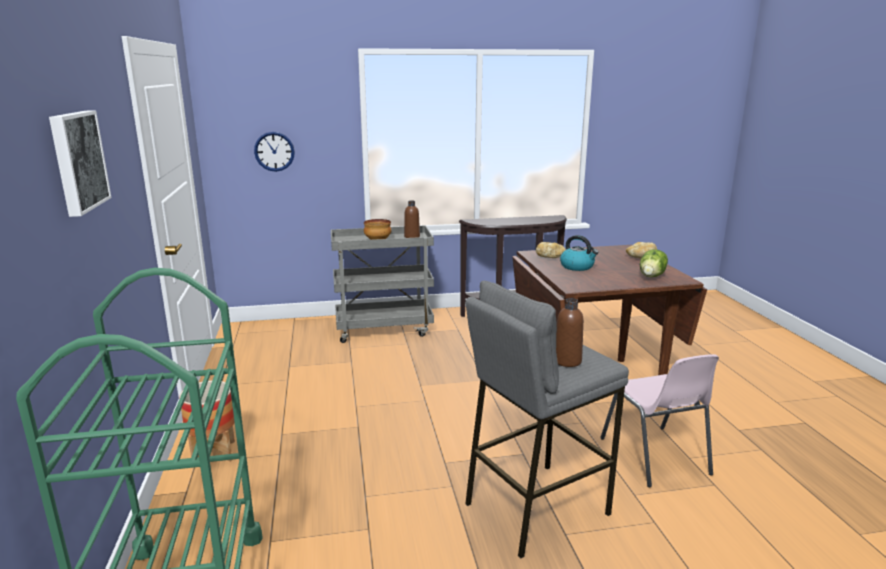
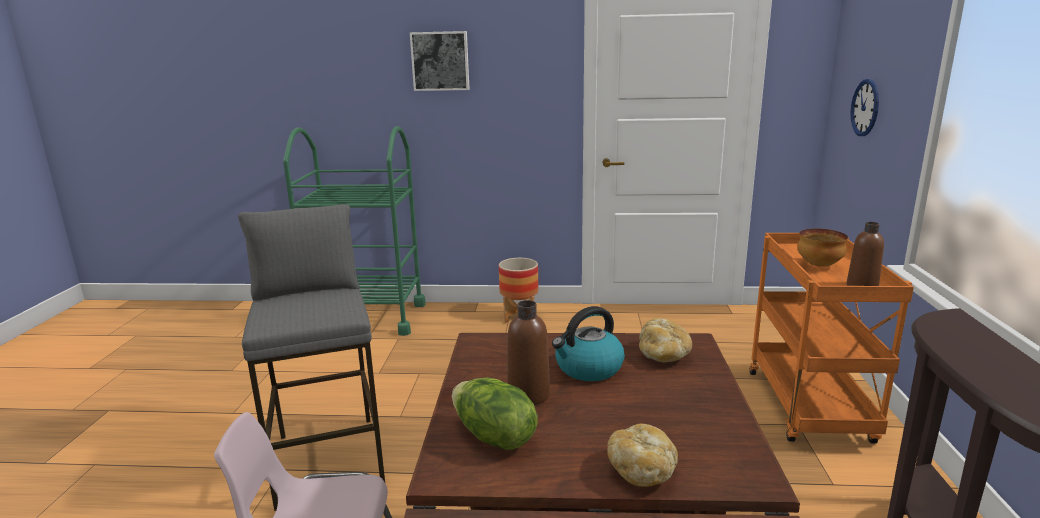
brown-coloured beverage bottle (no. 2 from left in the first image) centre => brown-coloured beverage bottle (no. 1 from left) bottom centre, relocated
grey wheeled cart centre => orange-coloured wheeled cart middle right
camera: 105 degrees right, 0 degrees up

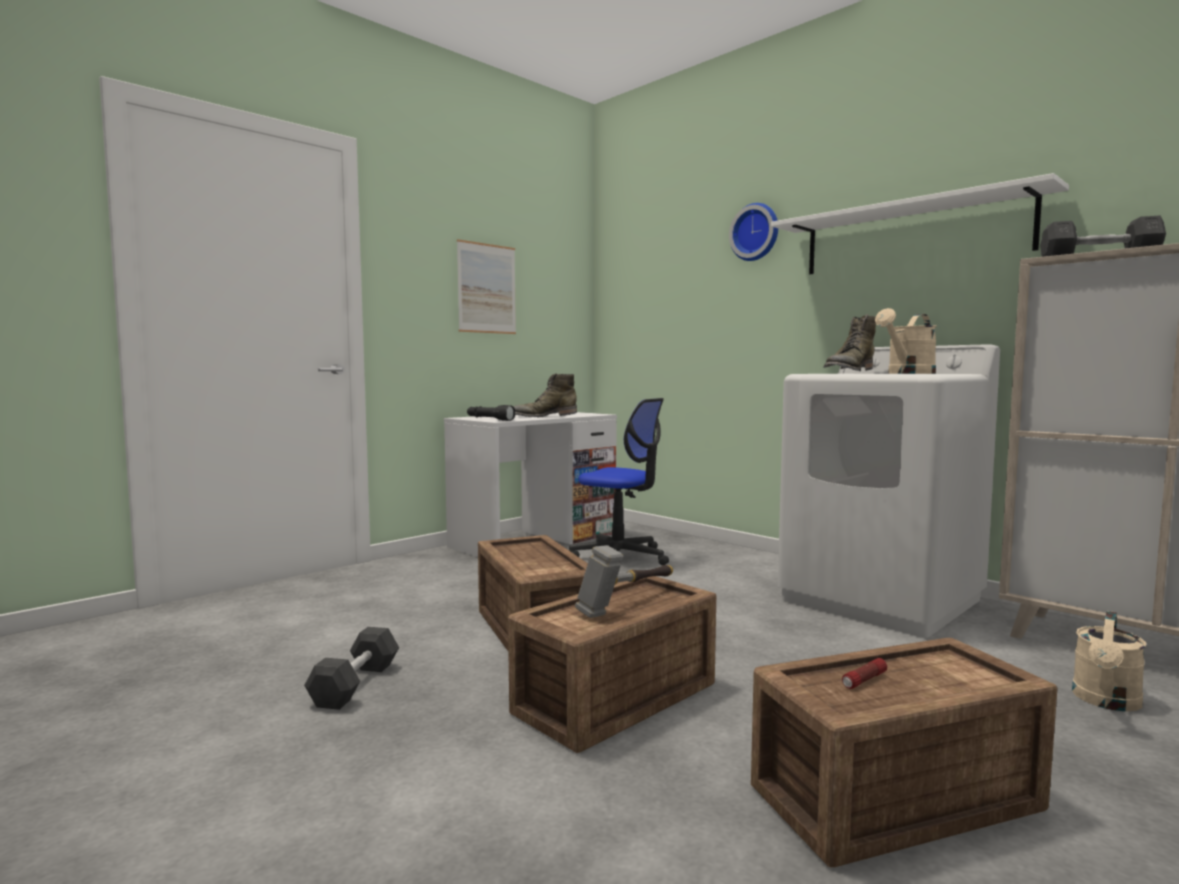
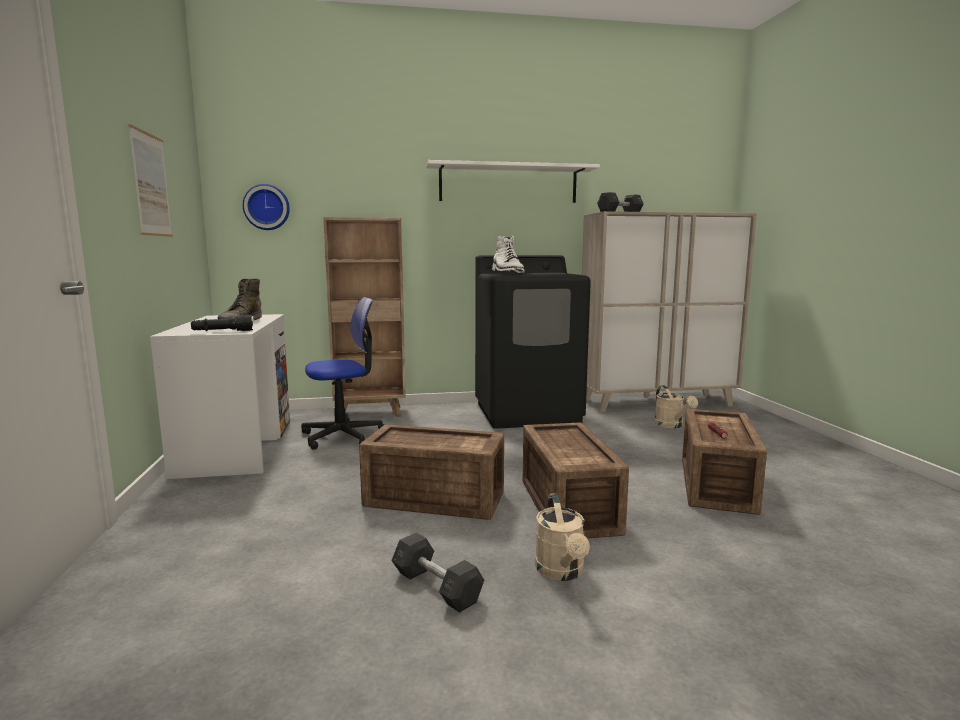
tool hammer centre => nothing
nothing => brown-coloured bookcase centre
clock on the wall top centre => clock on the wall top left, relocated
beige-coloured watering pot (no. 1 from left) middle right => beige-coloured watering pot (no. 1 from left) bottom centre, relocated
white washing machine middle right => black washing machine centre
green boot (no. 2 from left) middle right => white boot centre
camera: 55 degrees left, 5 degrees up

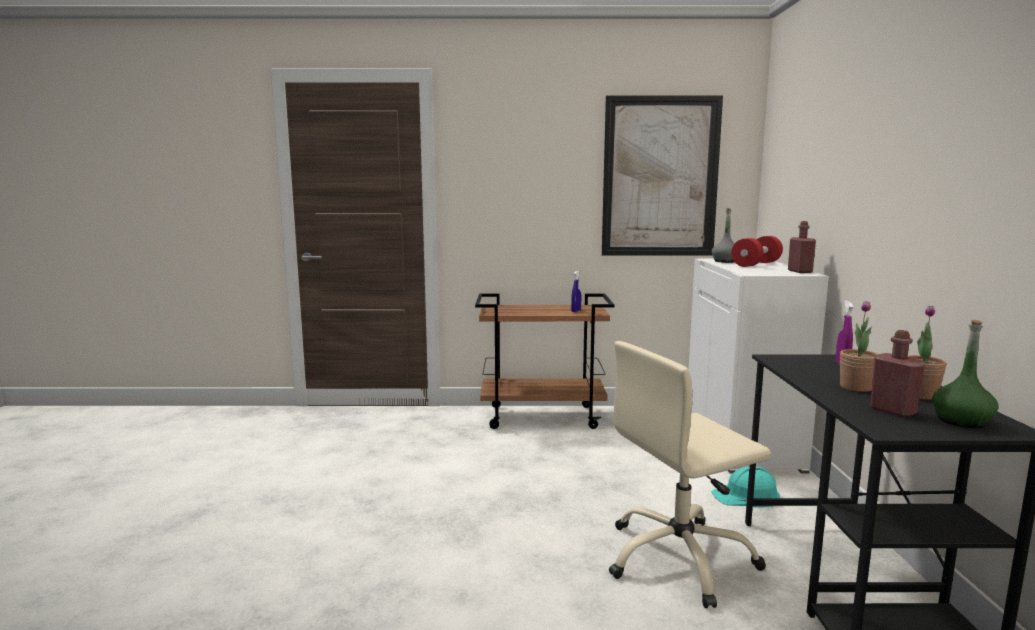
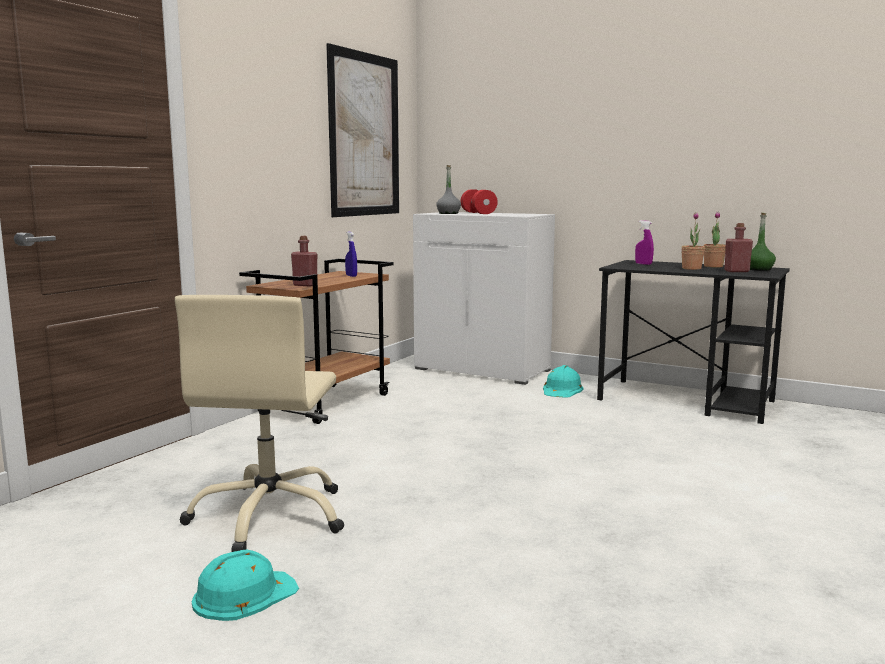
nothing => turquoise hard hat (no. 1 from left) bottom left
beige-coloured desk chair bottom right => beige-coloured desk chair middle left, relocated
reddish beverage bottle (no. 1 from left) middle right => reddish beverage bottle (no. 1 from left) centre, relocated
camera: 60 degrees left, 0 degrees up

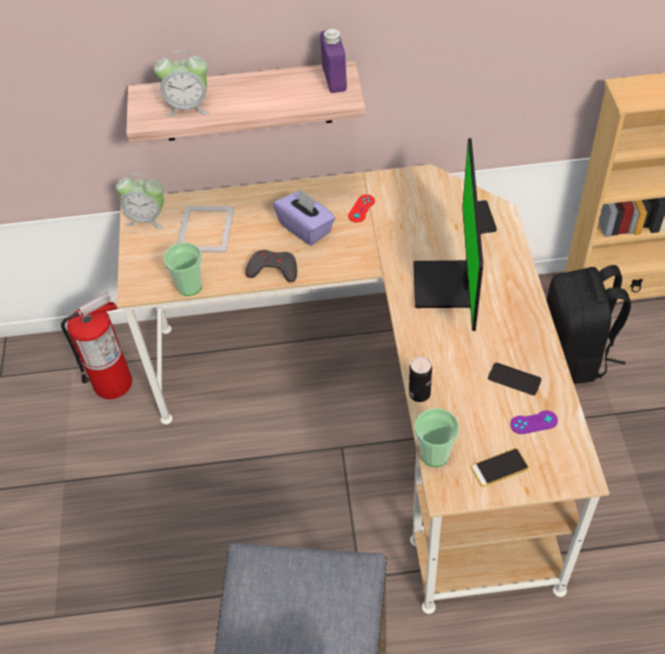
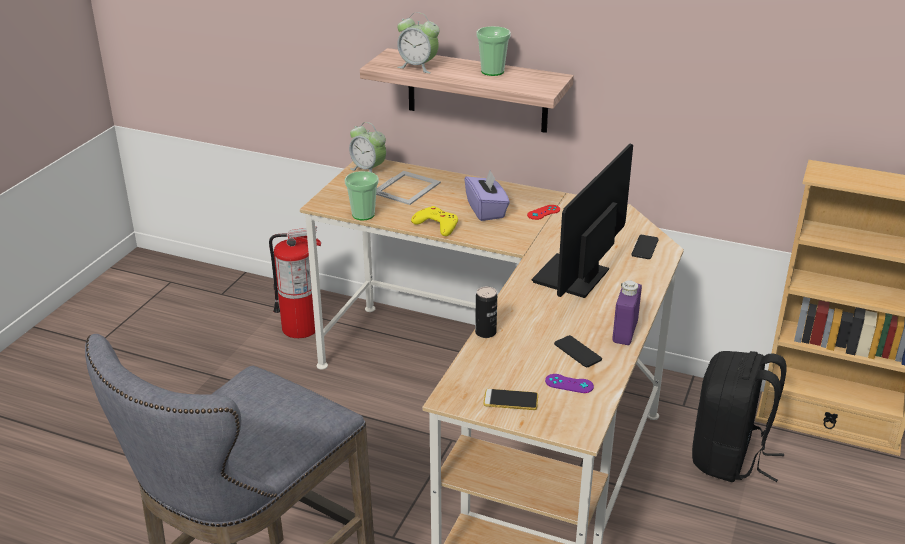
purple-coloured beverage bottle top centre => purple-coloured beverage bottle middle right, relocated
small cup (no. 2 from left) bottom centre => small cup (no. 2 from left) top centre, relocated
grey gamepad centre => yellow-coloured gamepad centre
camera: 25 degrees right, 20 degrees down

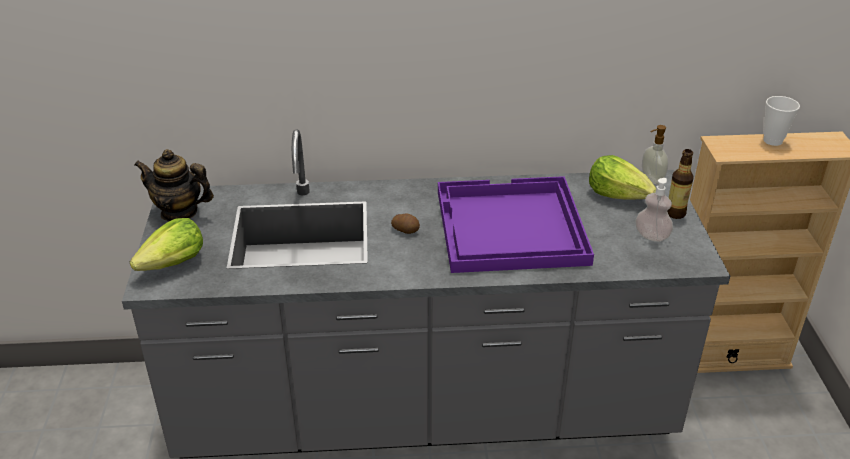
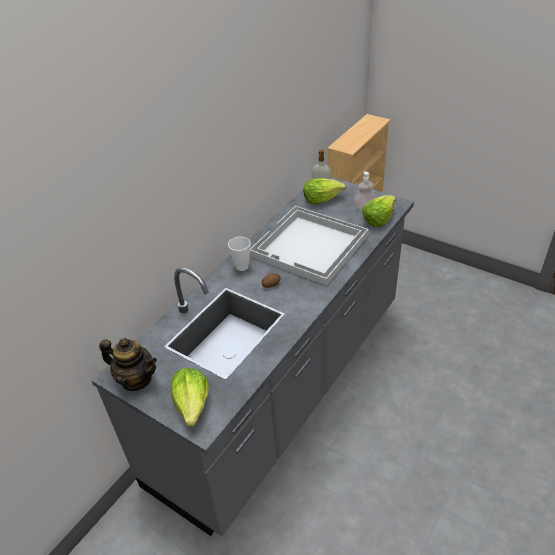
beverage bottle middle right => nothing
nothing => lettuce (no. 3 from left) middle right
small cup top right => small cup centre, relocated
purple-coloured serving tray centre => white serving tray centre
pot for tea middle left, 120 degrees counterclockwise
camera: 50 degrees left, 5 degrees up

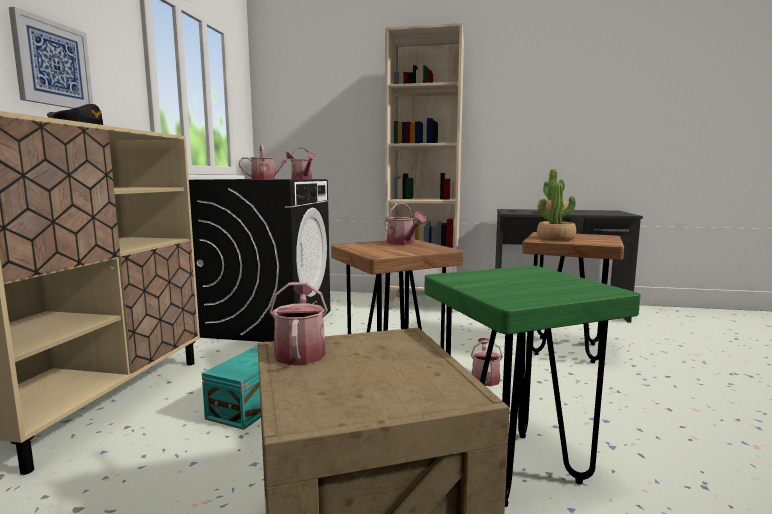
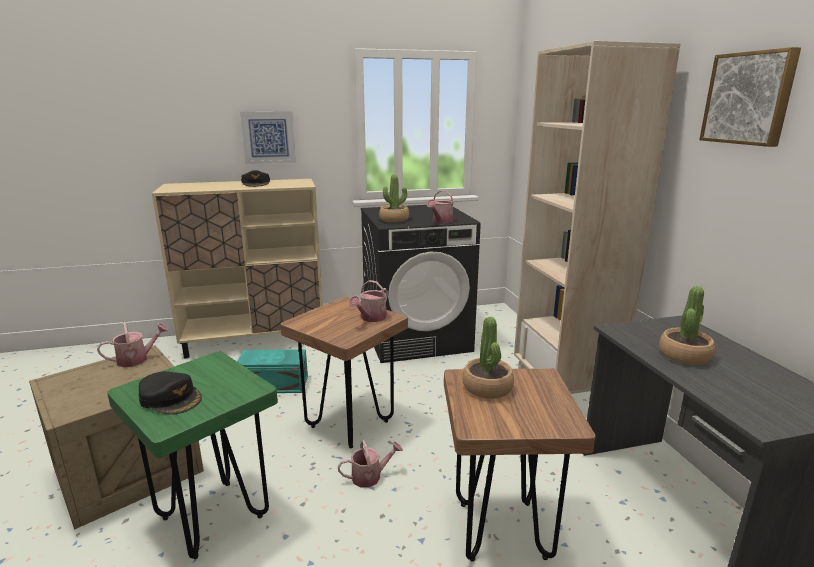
nothing => black baseball cap (no. 1 from left) bottom left
nothing => wall art (no. 2 from left) top right
watering pot (no. 1 from left) top centre => potted plant (no. 1 from left) centre
camera: 65 degrees right, 10 degrees up

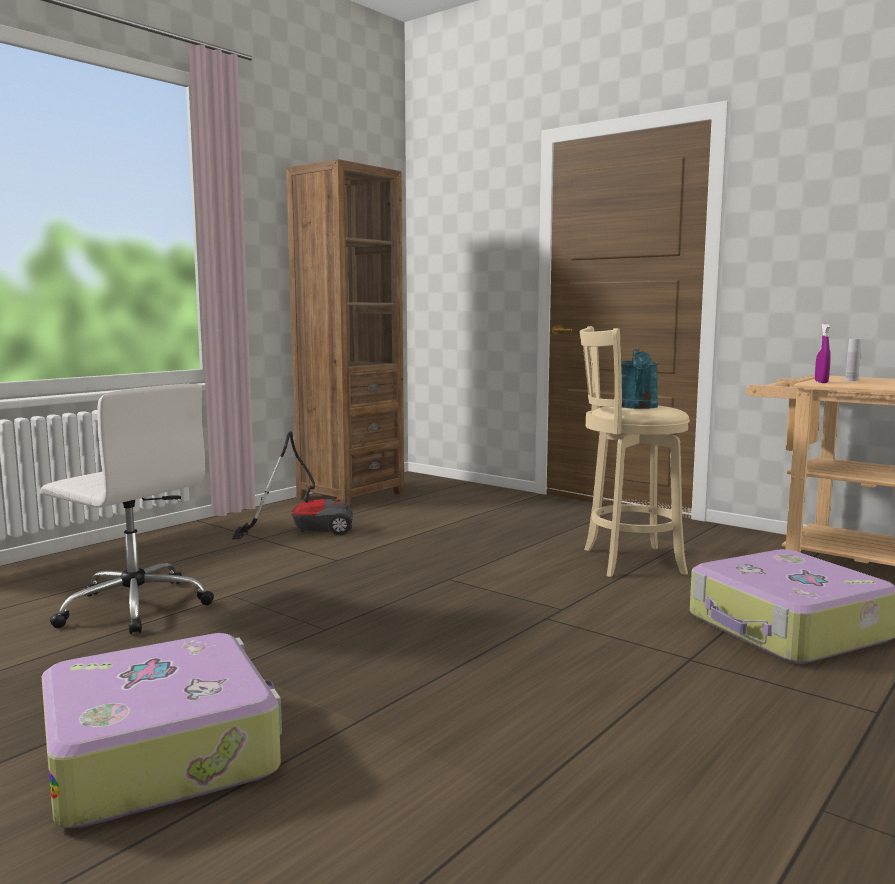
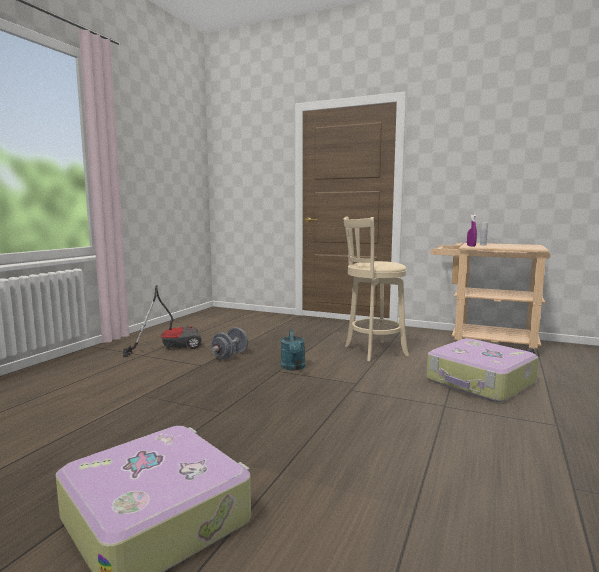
white desk chair middle left => nothing
brown-coloured bookcase centre => nothing
nothing => grey hand weight centre
turquoise watering pot middle right => turquoise watering pot centre, relocated
camera: 15 degrees left, 0 degrees up

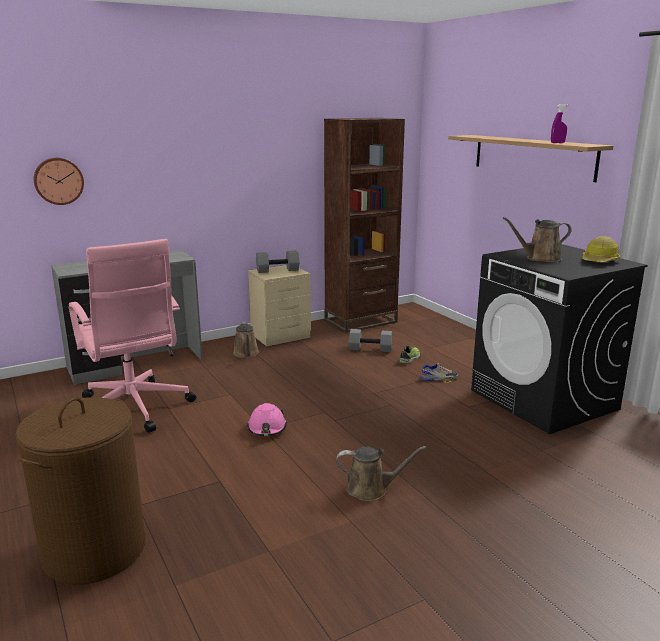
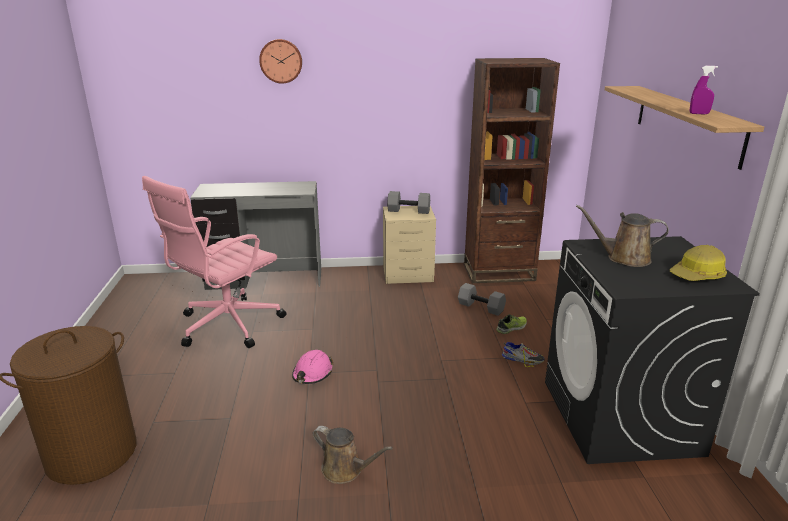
brown-coloured watering pot (no. 1 from left) centre => nothing
clock on the wall top left => clock on the wall top centre, relocated
pinkish desk chair middle left, 45 degrees clockwise
camera: 25 degrees right, 5 degrees up

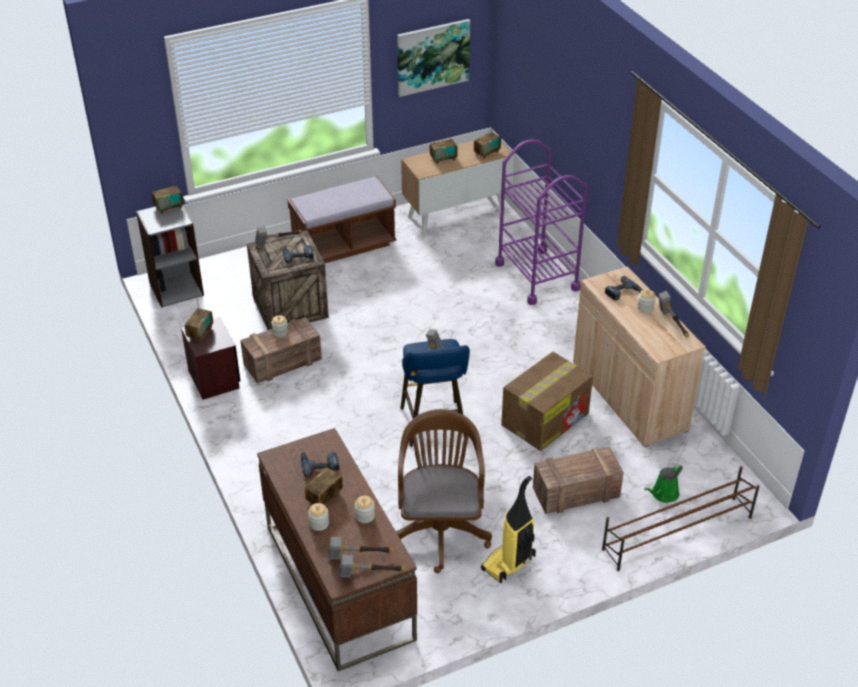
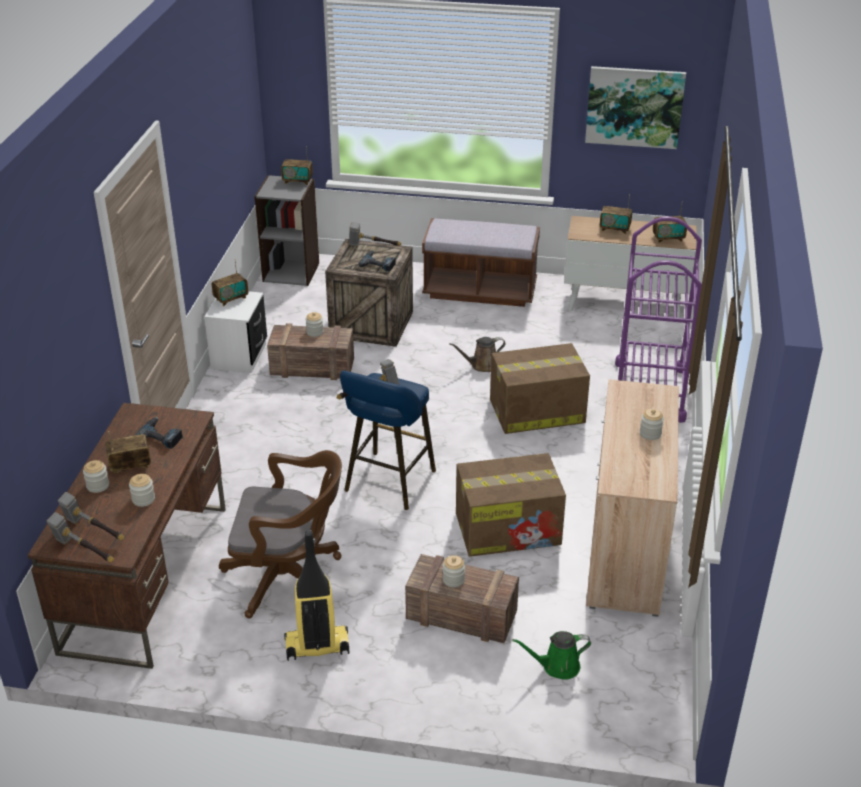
brown-coloured shoe stand bottom right => nothing
electric drill (no. 3 from left) middle right => nothing
tool hammer (no. 5 from left) middle right => nothing
nothing => preserve jar (no. 4 from left) bottom centre
nothing => brown-coloured watering pot centre
nothing => cardboard box (no. 2 from left) centre
brown-coloured night table middle left => white night table middle left
brown-coloured desk chair bottom centre => brown-coloured desk chair bottom left, 60 degrees clockwise
camera: 35 degrees right, 5 degrees down

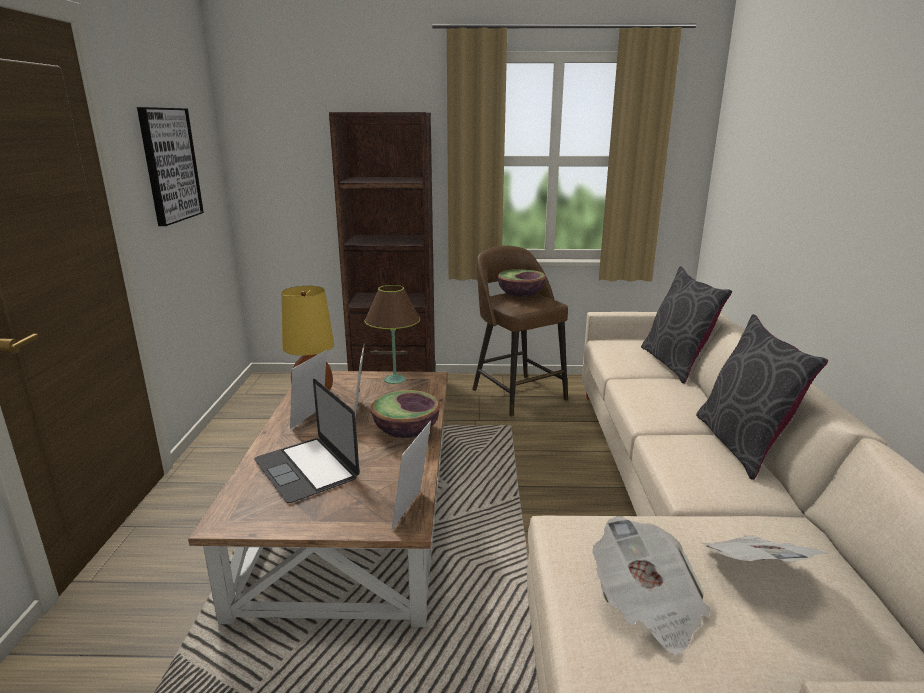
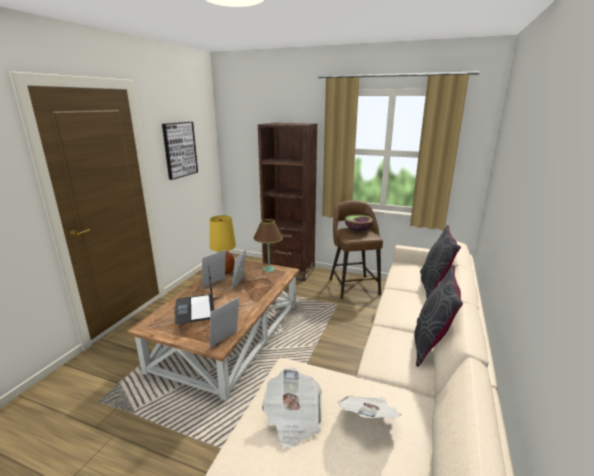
bowl (no. 1 from left) centre => nothing
camera: 20 degrees right, 0 degrees up

